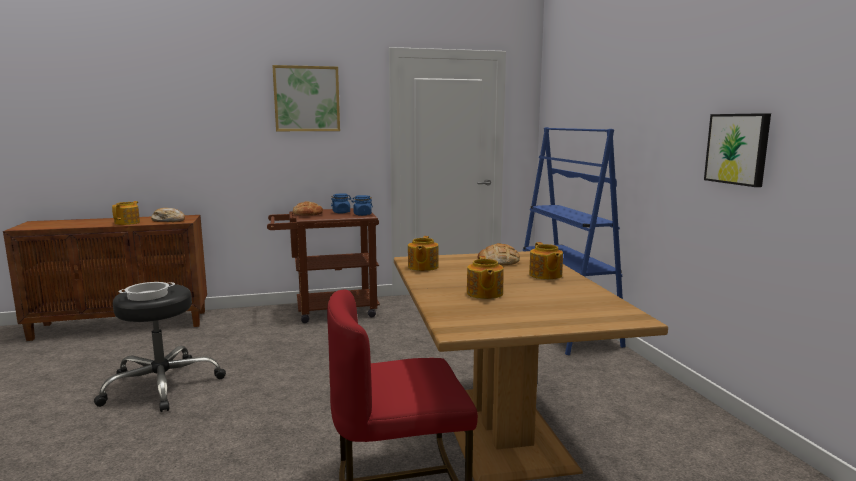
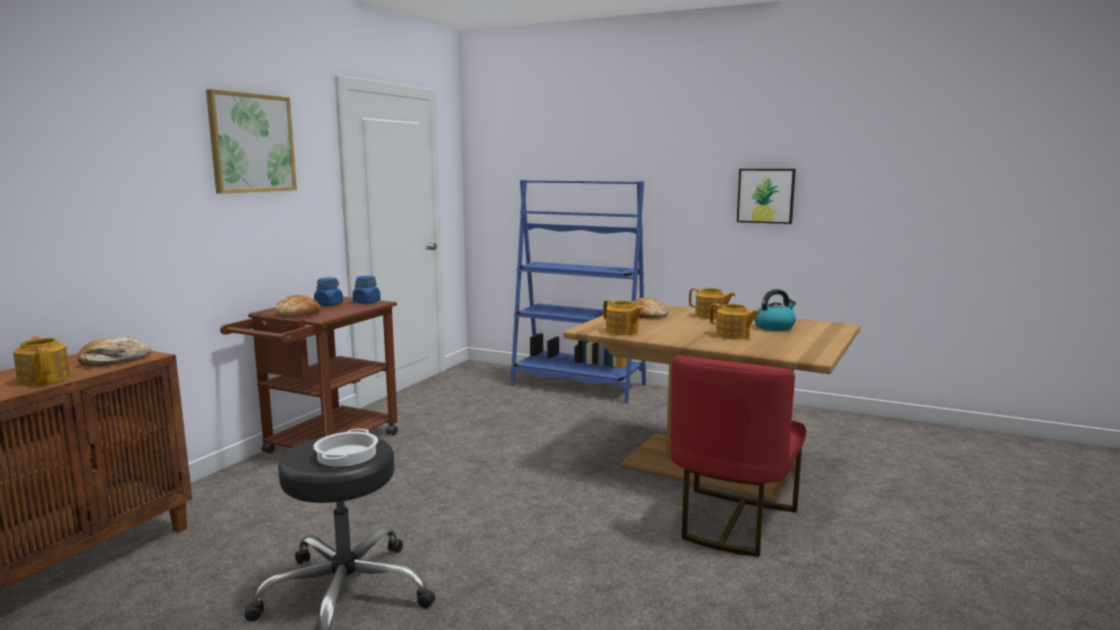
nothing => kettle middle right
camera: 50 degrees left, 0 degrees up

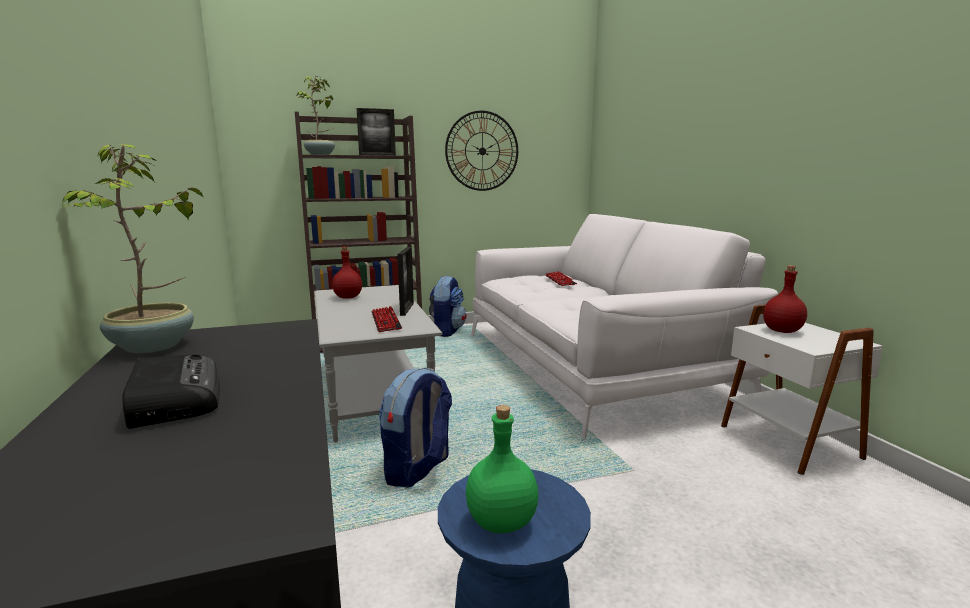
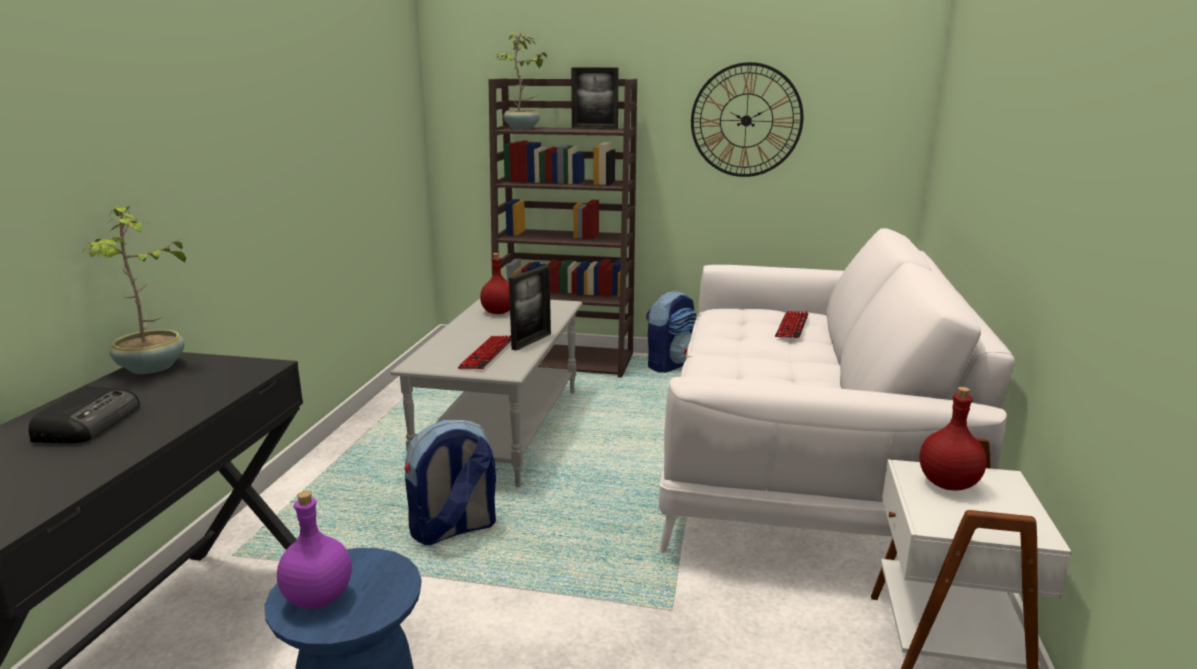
green beverage bottle bottom centre => purple-coloured beverage bottle bottom left
camera: 30 degrees right, 5 degrees up

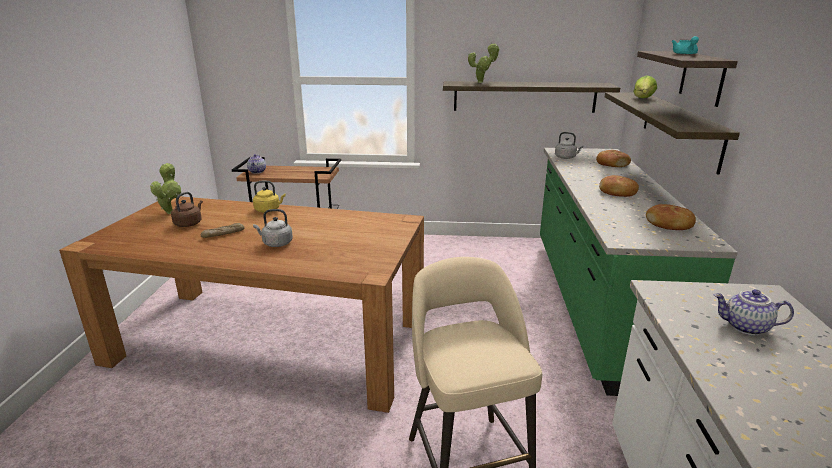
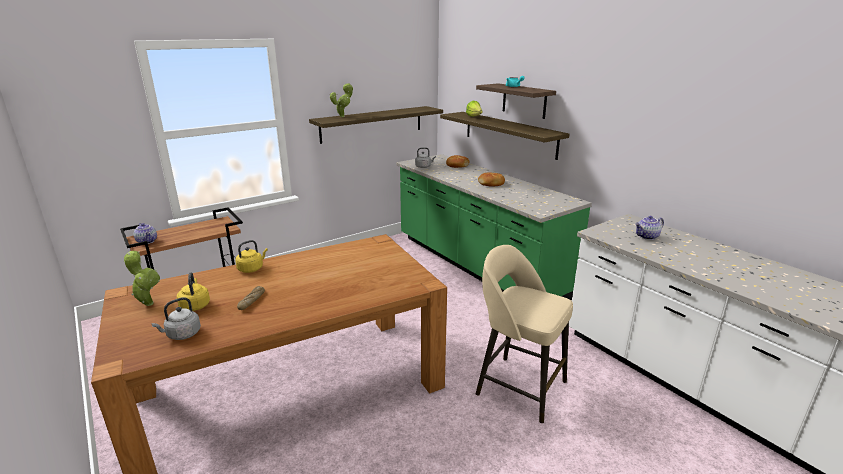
bakery bread (no. 4 from left) middle right => nothing
grey kettle (no. 1 from left) middle left => grey kettle (no. 1 from left) bottom left, relocated
brown-coloured kettle middle left => yellow-coloured kettle (no. 1 from left) middle left
camera: 40 degrees left, 0 degrees up

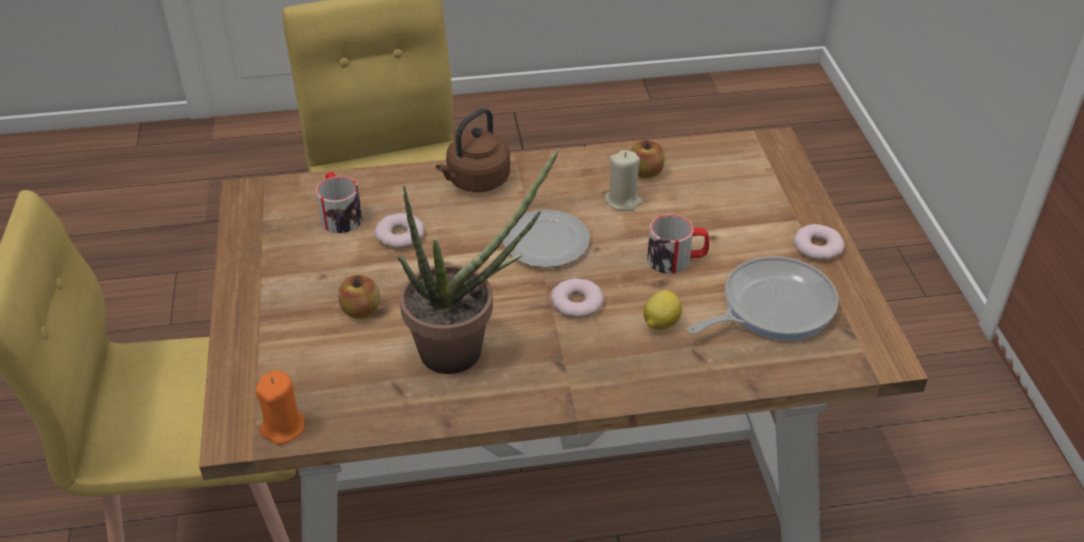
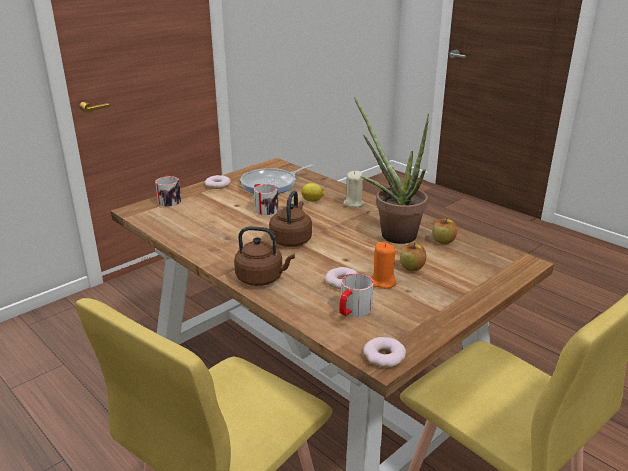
nothing => mug (no. 1 from left) middle left
orange-coloured wax light bottom left => orange-coloured wax light centre, relocated
donut (no. 2 from left in the first image) centre => donut (no. 3 from left) bottom centre, relocated
beige-coloured wax light top centre => beige-coloured wax light centre, relocated
whole apple (no. 2 from left) top centre => whole apple (no. 2 from left) middle right, relocated
dinner plate centre => brown-coloured kettle (no. 2 from left) centre
pan middle right => pan centre, 60 degrees counterclockwise
camera: 125 degrees left, 15 degrees down

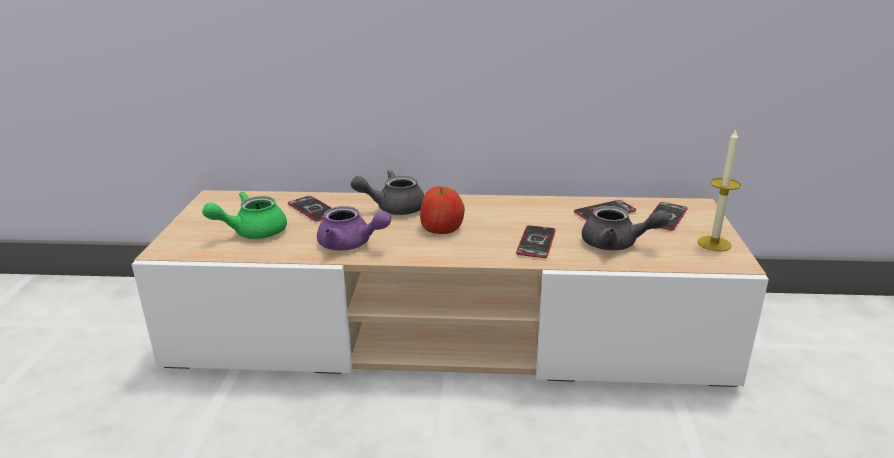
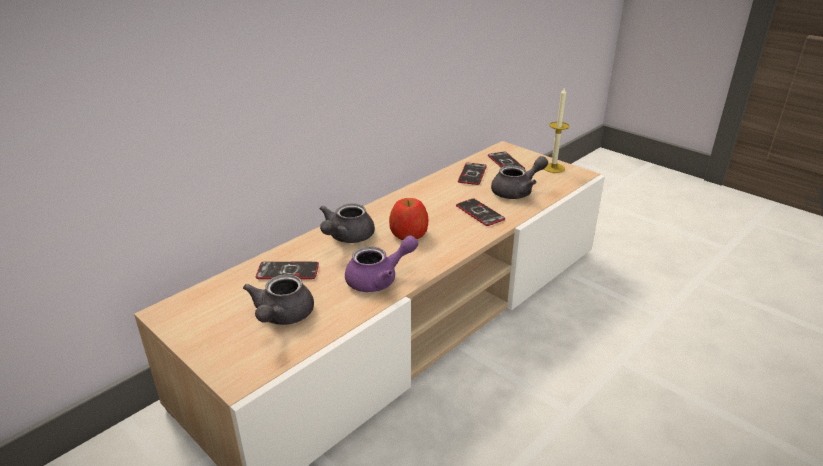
green pot for tea middle left => grey pot for tea (no. 1 from left) centre
camera: 50 degrees left, 5 degrees up

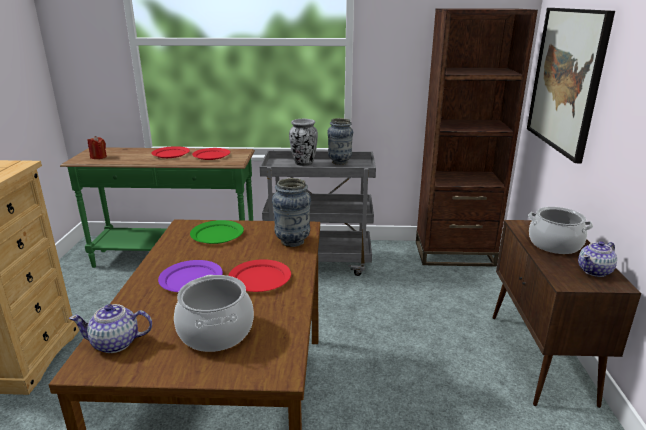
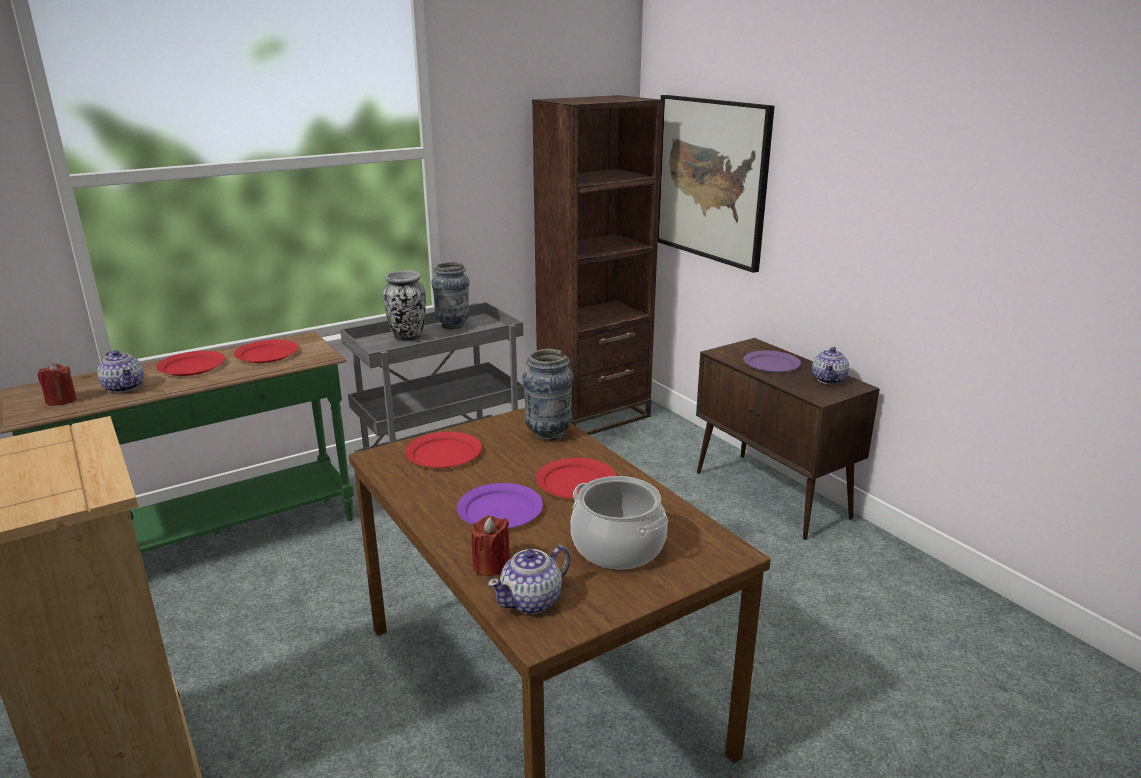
nothing => pot for tea (no. 1 from left) middle left
nothing => reddish wax light (no. 2 from left) bottom centre
stockpot (no. 2 from left) middle right => purple-coloured dinner plate (no. 2 from left) middle right
green dinner plate centre => reddish dinner plate (no. 3 from left) centre
camera: 35 degrees left, 0 degrees up

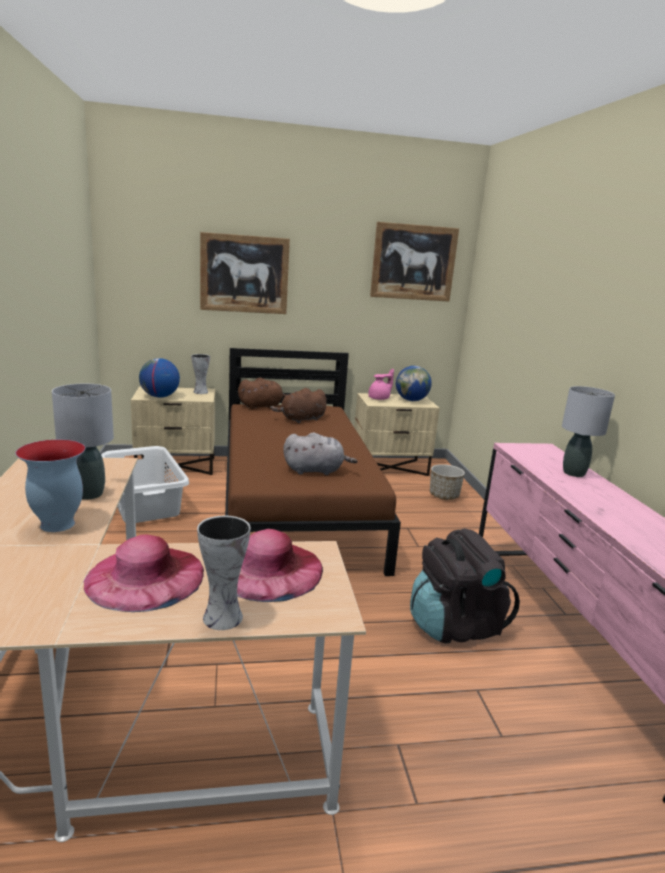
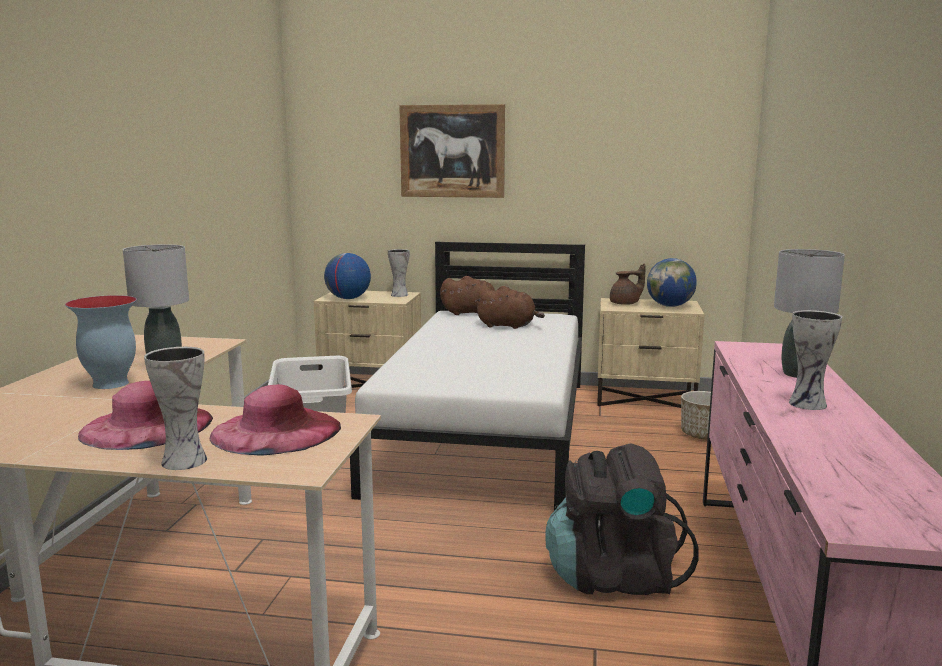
grey plush toy centre => nothing
wall art (no. 2 from left) top centre => nothing
nothing => vase (no. 4 from left) middle right
brown-coloured bed centre => white bed centre
pinkish pot for tea centre => brown-coloured pot for tea middle right
brown-coloured plush toy (no. 2 from left) centre, 150 degrees counterclockwise
camera: 20 degrees right, 5 degrees down

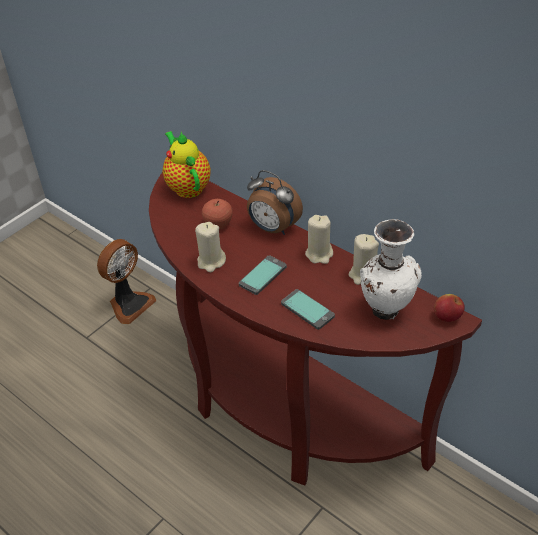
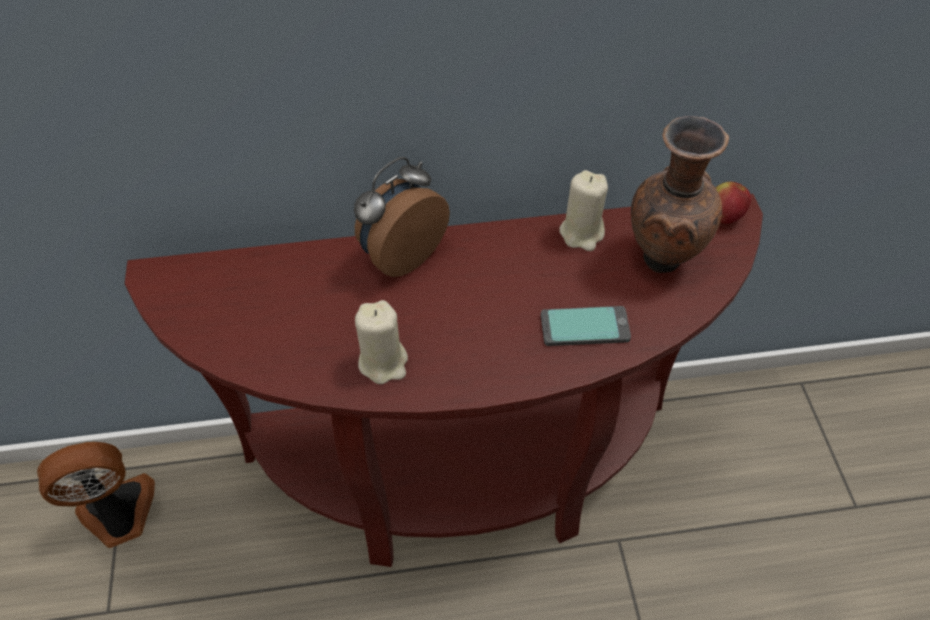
pot for tea top centre => nothing
whole apple (no. 1 from left) centre => nothing
telephone (no. 1 from left) centre => nothing
beige-coloured wax light (no. 2 from left) centre => nothing
white vase middle right => brown-coloured vase top right
cooling fan middle left => cooling fan bottom left, 105 degrees counterclockwise
bedside clock centre, 150 degrees clockwise
camera: 50 degrees left, 10 degrees up

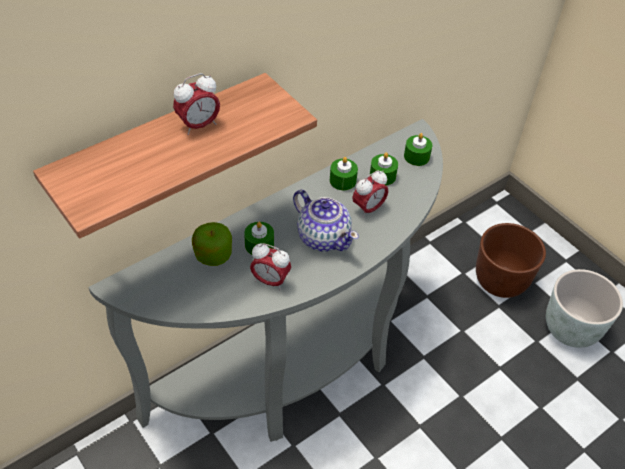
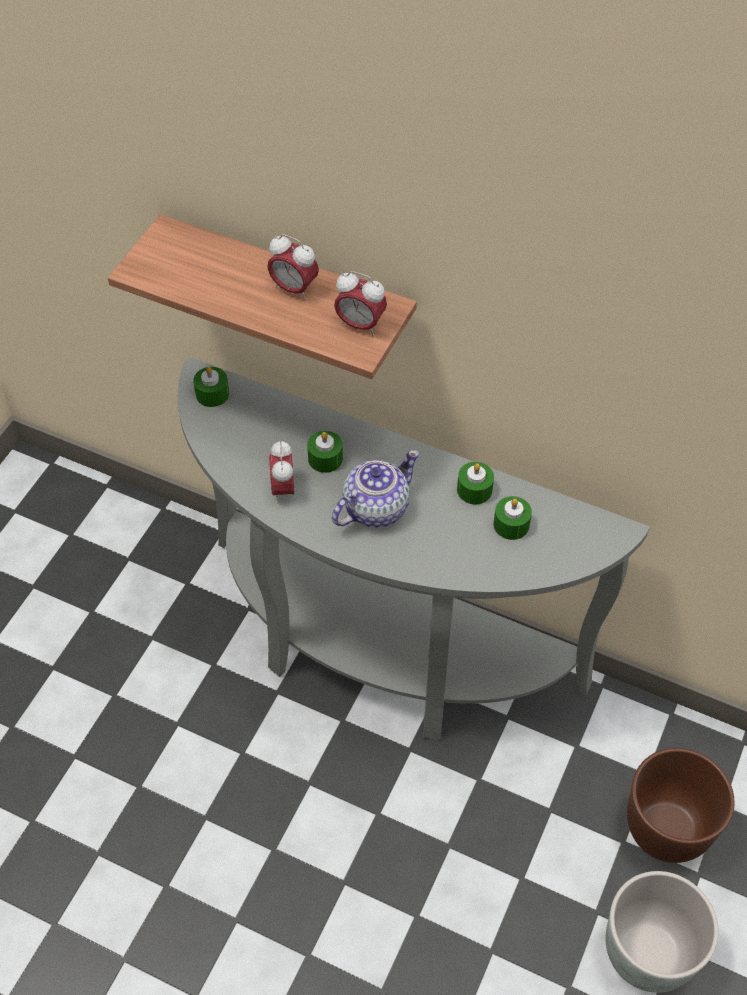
whole apple centre => nothing
bedside clock (no. 3 from left) centre => bedside clock (no. 3 from left) top centre, relocated
green wax light (no. 4 from left in the first image) top right => green wax light (no. 1 from left) middle left, relocated
pot for tea centre, 150 degrees counterclockwise
camera: 65 degrees right, 5 degrees up

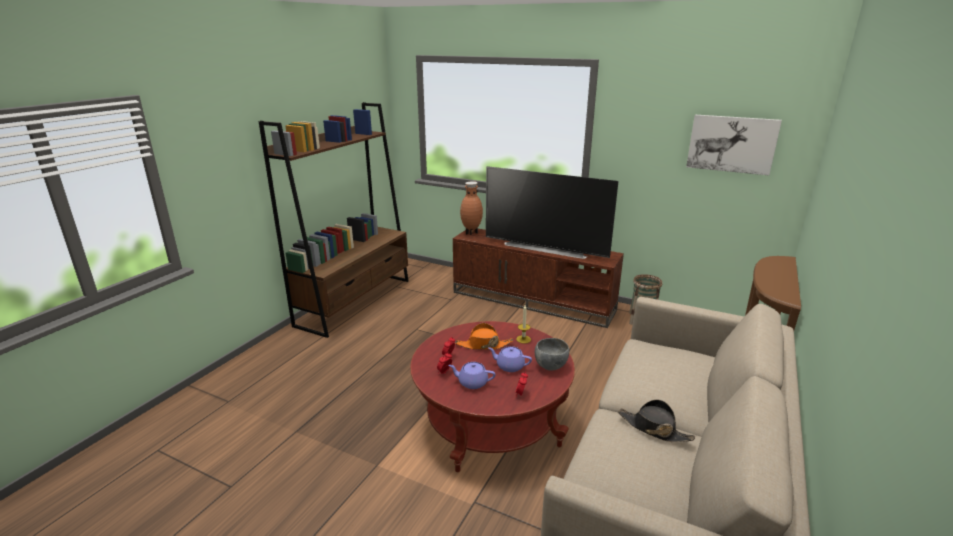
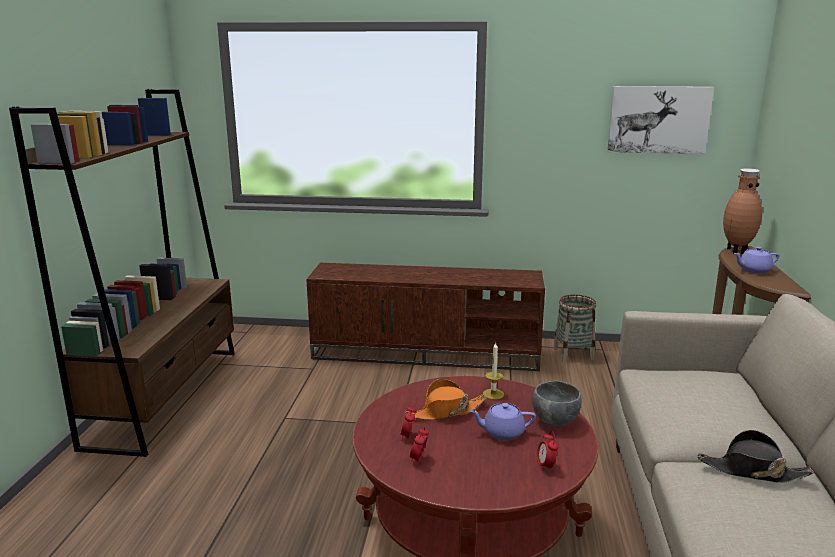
TV set centre => nothing
purple-coloured pot for tea (no. 1 from left in the first image) bottom centre => purple-coloured pot for tea (no. 2 from left) middle right, relocated
brown-coloured vase centre => brown-coloured vase middle right, relocated
camera: 20 degrees left, 5 degrees down

